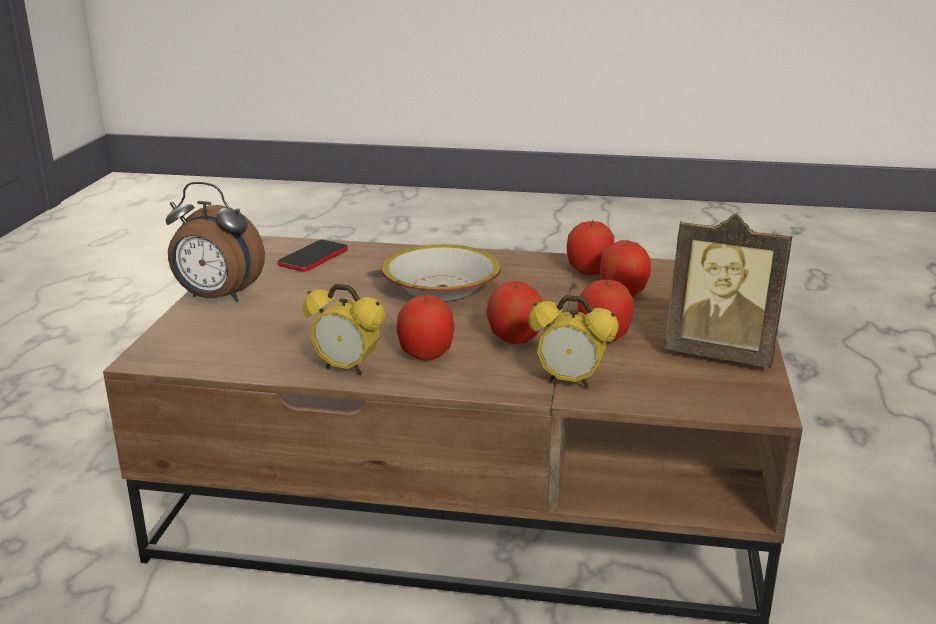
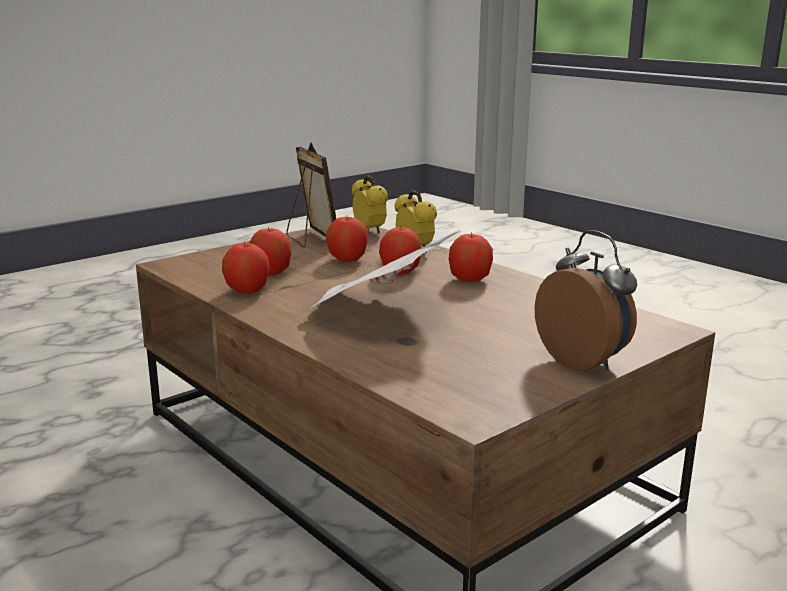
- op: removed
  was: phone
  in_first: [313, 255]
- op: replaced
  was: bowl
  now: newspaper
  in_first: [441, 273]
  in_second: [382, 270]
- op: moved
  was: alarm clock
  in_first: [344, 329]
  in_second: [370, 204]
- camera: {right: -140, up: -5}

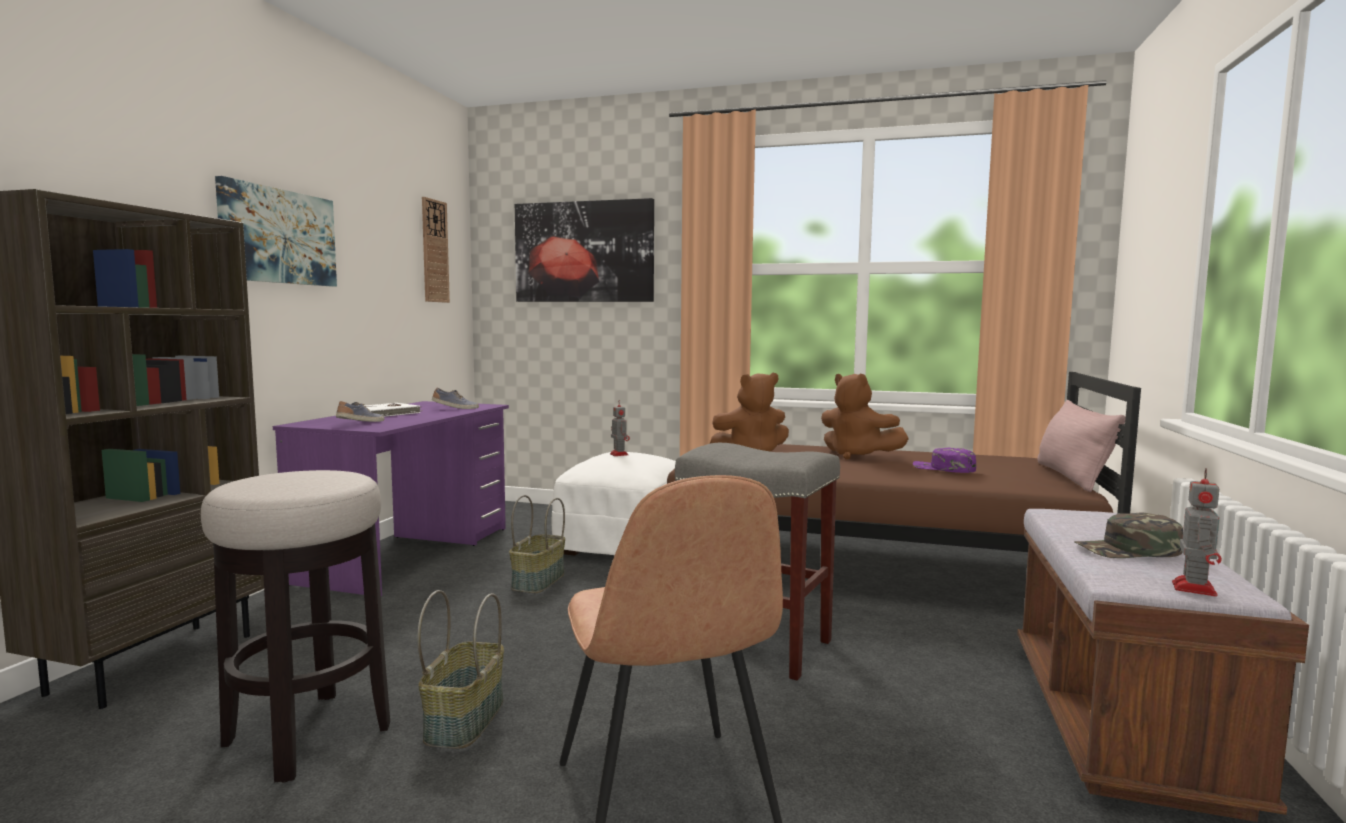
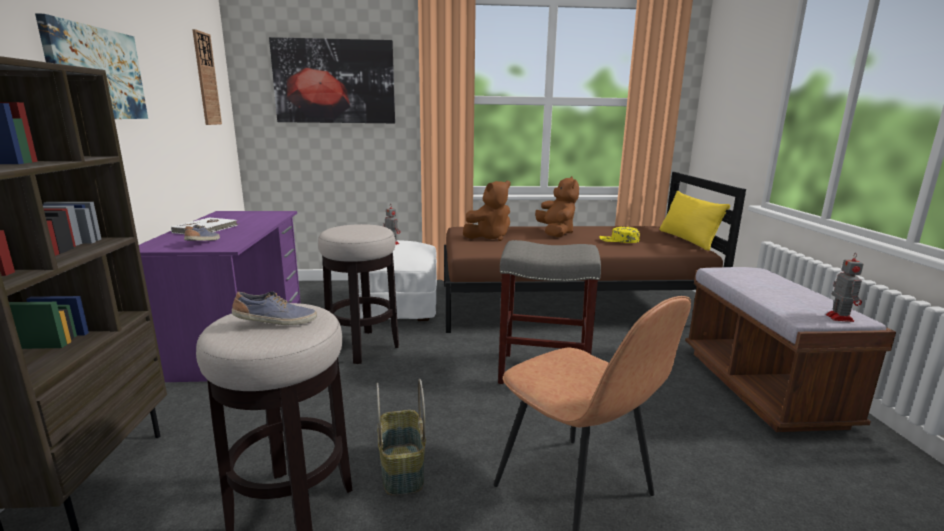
- op: turned
  was: plush toy (brown)
  in_first: [865, 416]
  in_second: [557, 206]
  clockwise: -120
- op: moved
  was: shoe
  in_first: [455, 398]
  in_second: [274, 308]
- op: recoloured
  was: pillow (pink)
  now: pillow (yellow)
  in_first: [1081, 446]
  in_second: [694, 221]
- op: recoloured
  was: cap (purple)
  now: cap (yellow)
  in_first: [944, 460]
  in_second: [619, 235]
- op: replaced
  was: basket
  now: stool
  in_first: [537, 544]
  in_second: [358, 294]
- op: removed
  was: cap (green)
  in_first: [1128, 535]
- camera: {right: -20, up: 10}

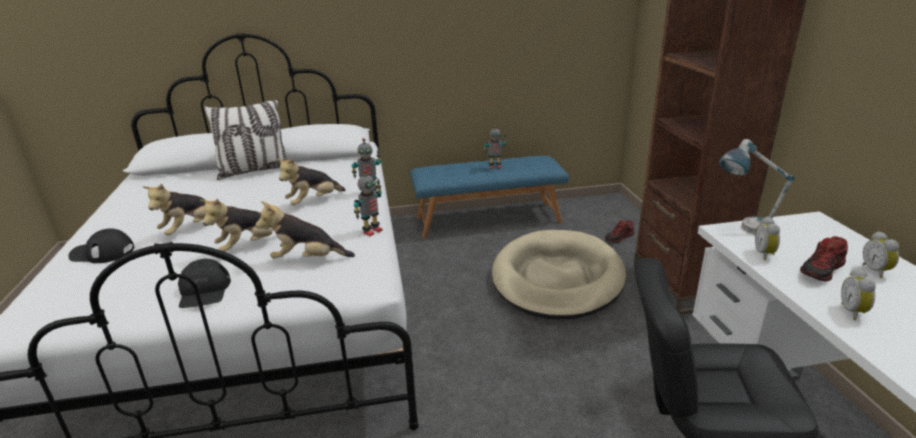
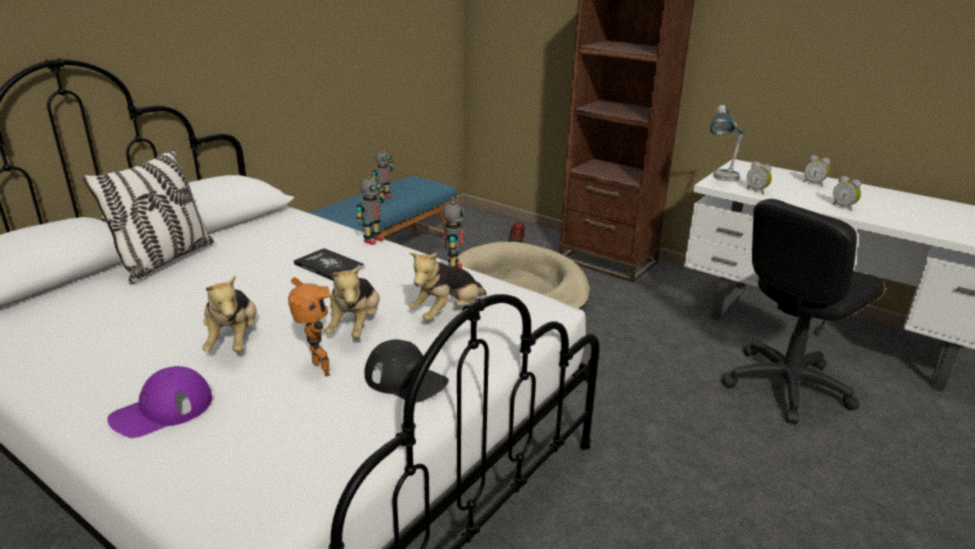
- op: replaced
  was: plush toy
  now: book
  in_first: [311, 181]
  in_second: [329, 264]
- op: recoloured
  was: cap (black)
  now: cap (purple)
  in_first: [101, 245]
  in_second: [159, 402]
- op: removed
  was: shoe
  in_first: [824, 259]
- op: added
  now: toy robot
  in_second: [309, 327]
- camera: {right: -45, up: 0}

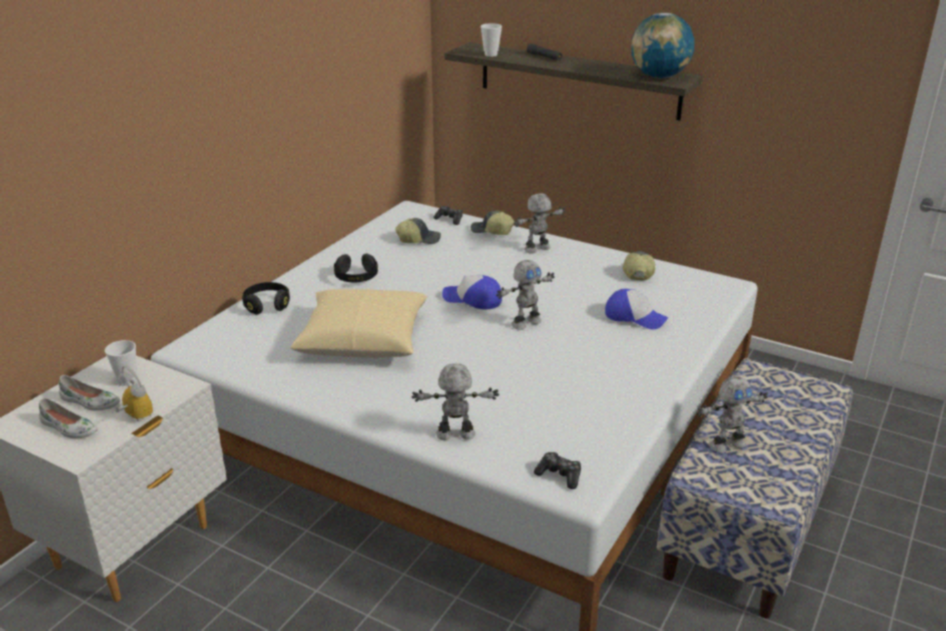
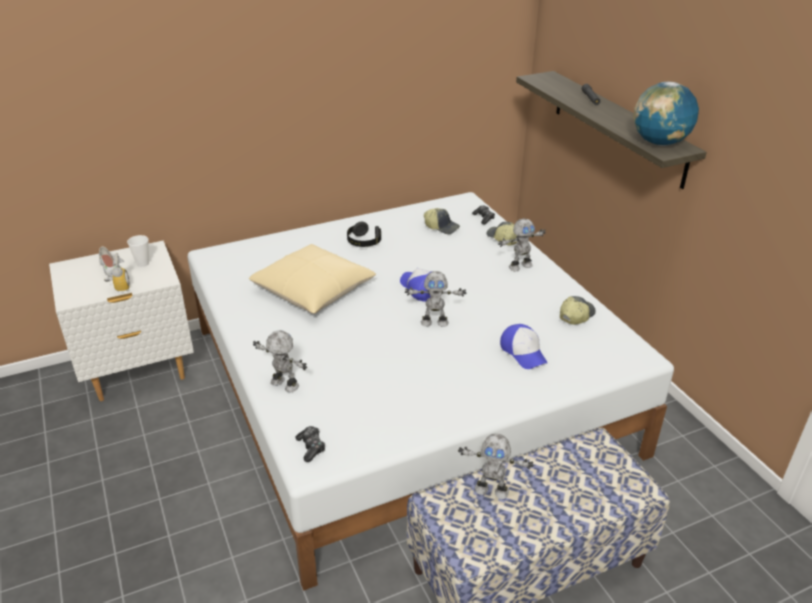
- op: removed
  was: cup
  in_first: [491, 40]
- op: turned
  was: toy robot
  in_first: [539, 223]
  in_second: [522, 245]
  clockwise: 150
- op: removed
  was: headphones (black)
  in_first: [266, 298]
- op: removed
  was: shoe (white)
  in_first: [68, 418]
- camera: {right: 35, up: 5}

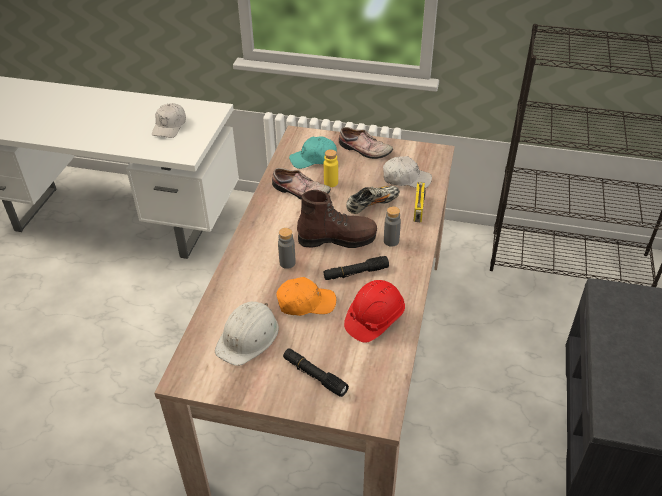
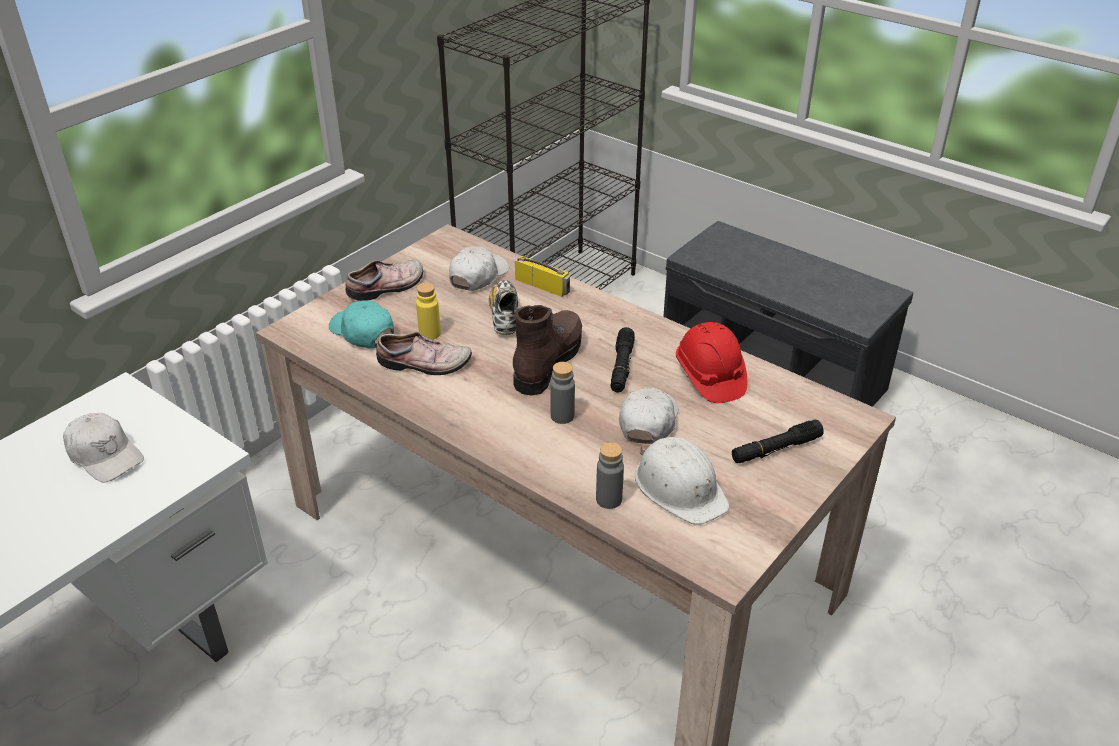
- op: turned
  was: cap (turquoise)
  in_first: [313, 153]
  in_second: [361, 324]
  clockwise: 120
- op: turned
  was: shoe
  in_first: [301, 184]
  in_second: [424, 353]
  clockwise: 45
- op: moved
  was: bottle (grey)
  in_first: [392, 226]
  in_second: [610, 475]
- op: recoloured
  was: cap (orange)
  now: cap (white)
  in_first: [306, 296]
  in_second: [649, 416]
- camera: {right: -65, up: -5}

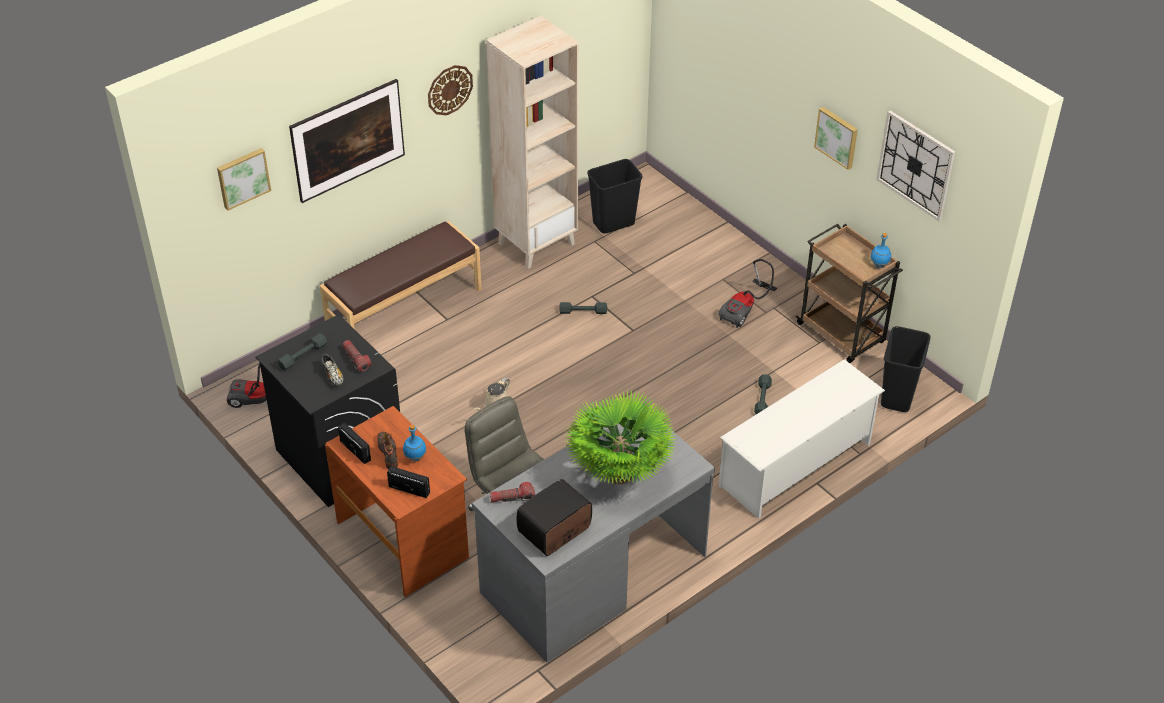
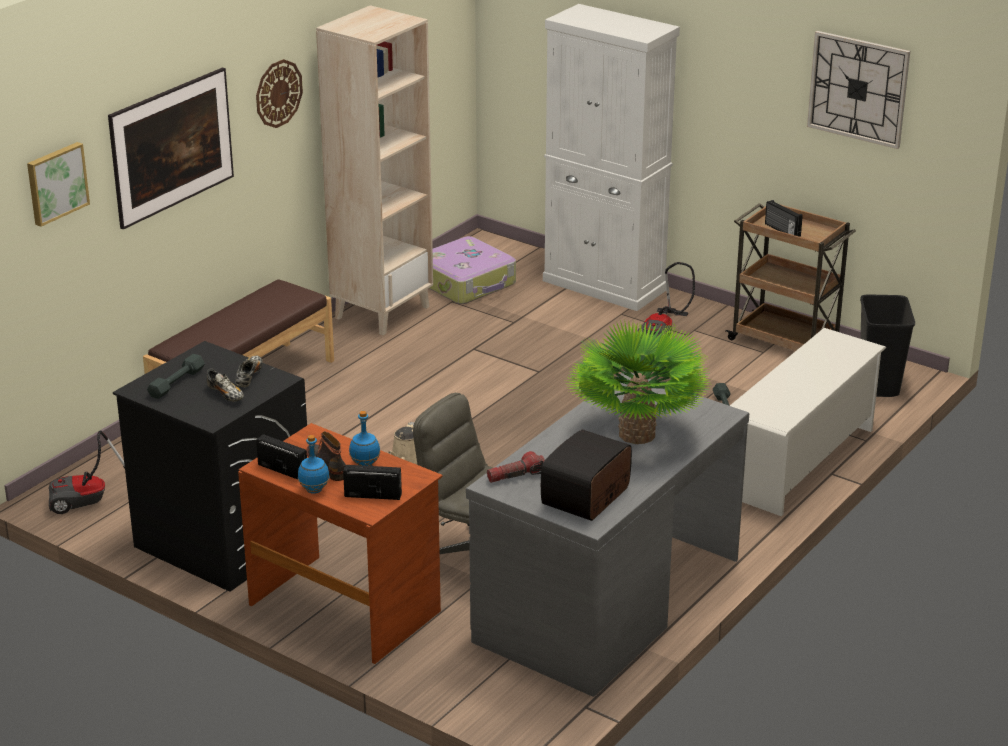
- op: removed
  was: picture
  in_first: [836, 138]
- op: replaced
  was: trash can (black)
  now: suitcase
  in_first: [614, 196]
  in_second: [472, 270]
- op: moved
  was: bottle (blue)
  in_first: [880, 250]
  in_second: [314, 464]
- op: removed
  was: dumbbell (grey)
  in_first: [583, 308]
- op: replaced
  was: flashlight
  now: shoe
  in_first: [356, 356]
  in_second: [249, 371]
- op: added
  now: cabinet (white)
  in_second: [611, 157]
- op: added
  now: radio
  in_second: [784, 218]
- camera: {right: -15, up: -15}

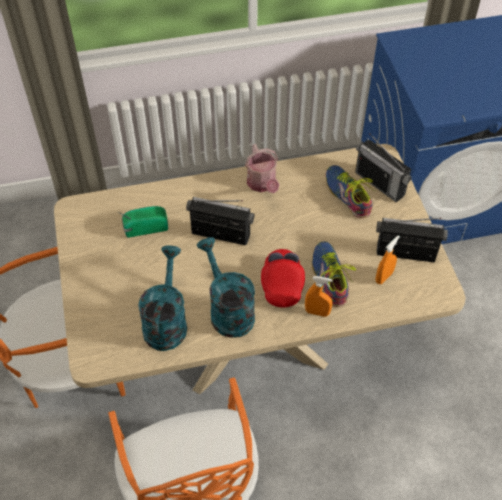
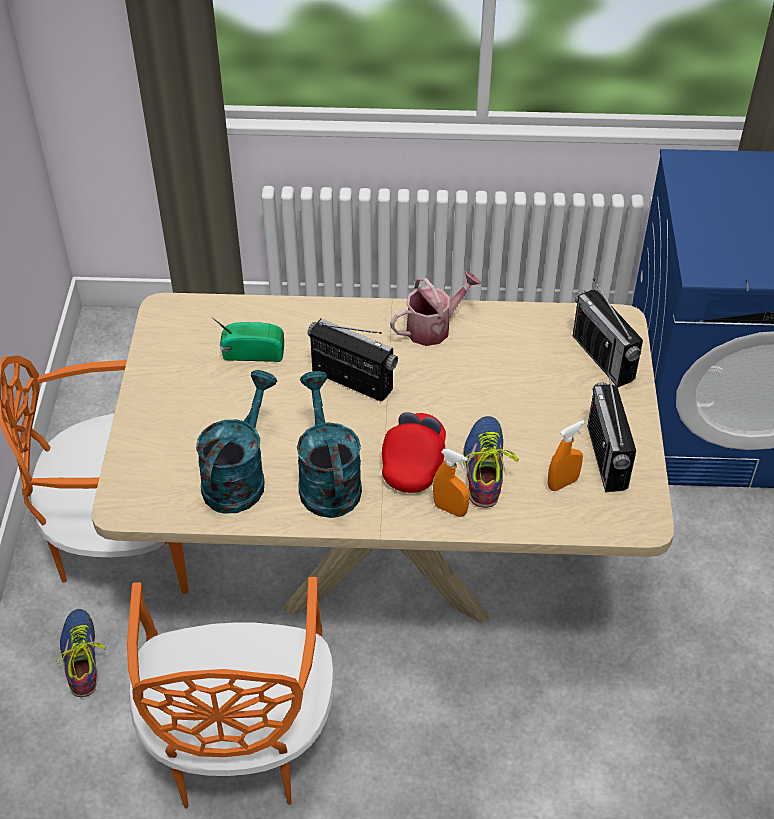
- op: turned
  was: watering can
  in_first: [262, 168]
  in_second: [436, 309]
  clockwise: -120
- op: moved
  was: shoe
  in_first: [351, 191]
  in_second: [81, 653]
- op: turned
  was: radio
  in_first: [412, 240]
  in_second: [611, 432]
  clockwise: -120
- camera: {right: 15, up: -5}

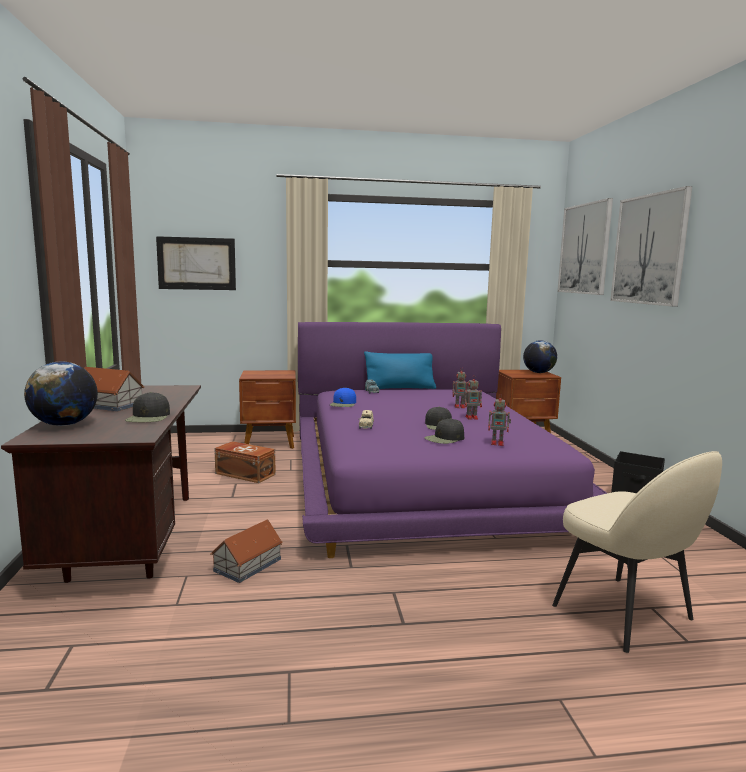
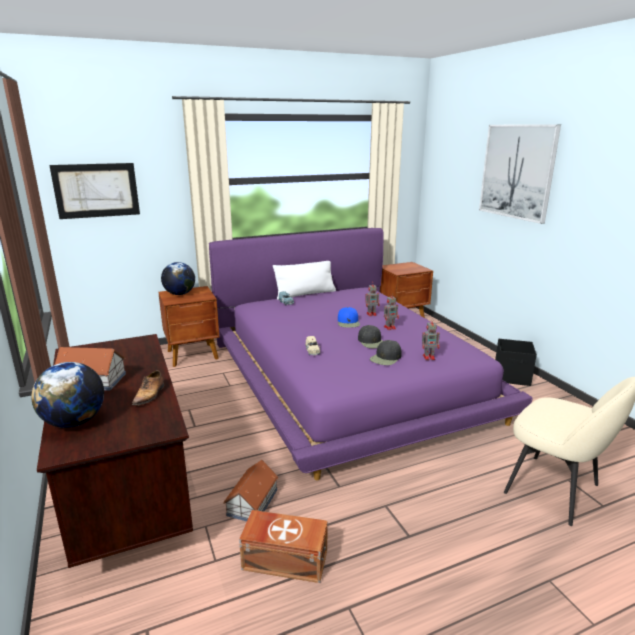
- op: removed
  was: picture
  in_first: [585, 246]
- op: moved
  was: globe
  in_first: [540, 356]
  in_second: [178, 278]
- op: recoloured
  was: pillow (blue)
  now: pillow (white)
  in_first: [400, 370]
  in_second: [304, 280]
- op: moved
  was: cap (blue)
  in_first: [343, 397]
  in_second: [349, 317]
- op: replaced
  was: cap (black)
  now: shoe
  in_first: [147, 407]
  in_second: [148, 387]
- op: moved
  was: storage box (brown)
  in_first: [244, 462]
  in_second: [283, 546]
- camera: {right: -15, up: 10}

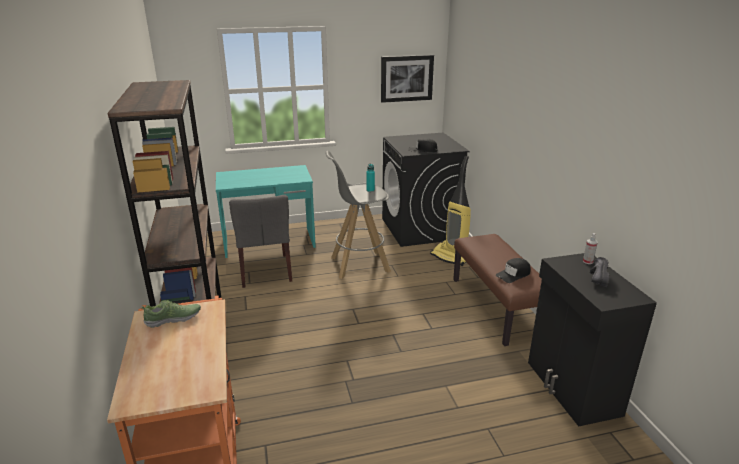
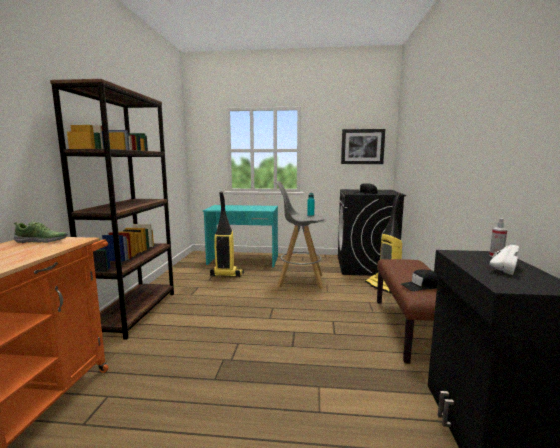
- op: replaced
  was: chair (grey)
  now: vacuum cleaner
  in_first: [260, 241]
  in_second: [227, 234]
- op: recoloured
  was: shoe (black)
  now: shoe (white)
  in_first: [600, 272]
  in_second: [504, 260]
- camera: {right: 20, up: -15}

